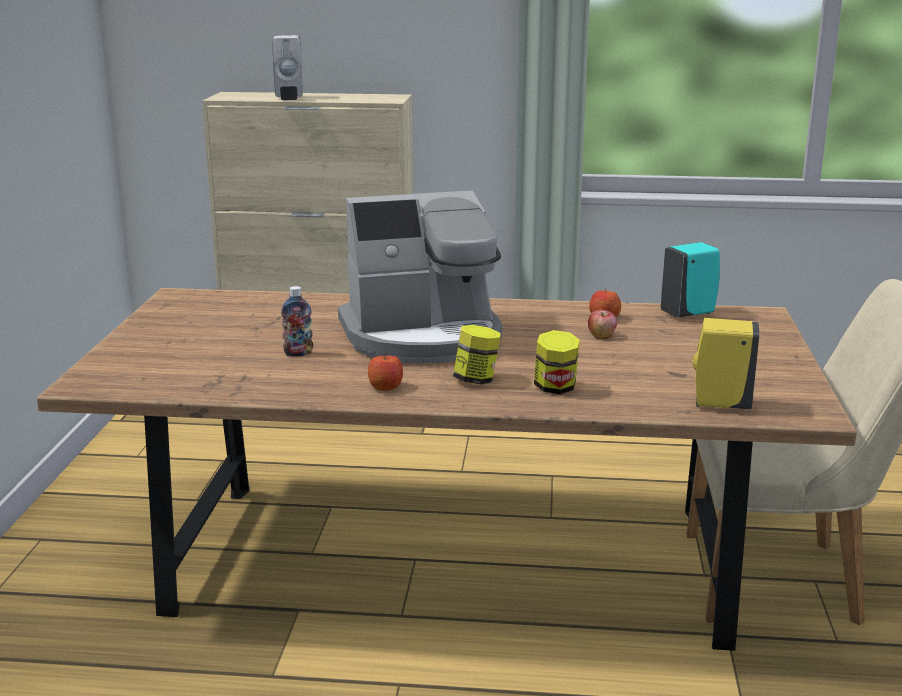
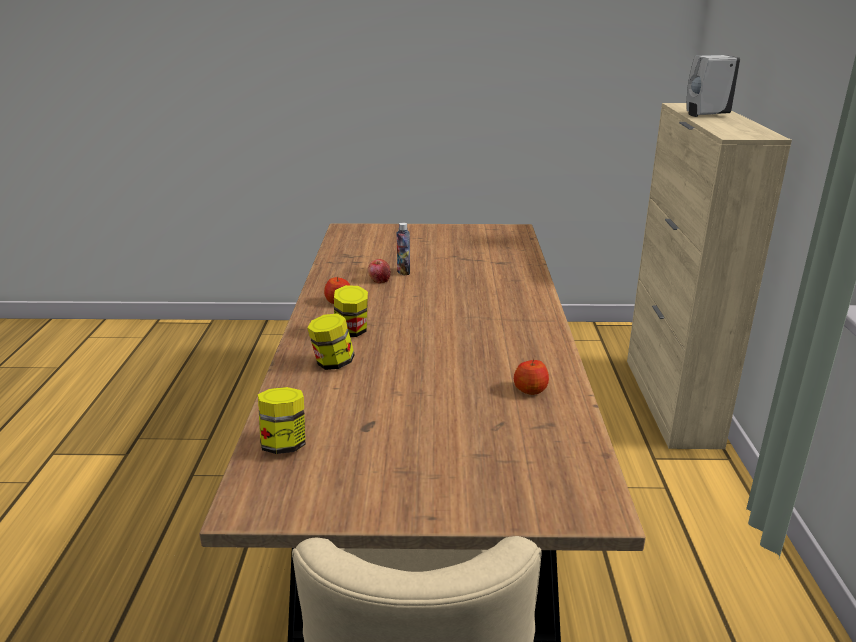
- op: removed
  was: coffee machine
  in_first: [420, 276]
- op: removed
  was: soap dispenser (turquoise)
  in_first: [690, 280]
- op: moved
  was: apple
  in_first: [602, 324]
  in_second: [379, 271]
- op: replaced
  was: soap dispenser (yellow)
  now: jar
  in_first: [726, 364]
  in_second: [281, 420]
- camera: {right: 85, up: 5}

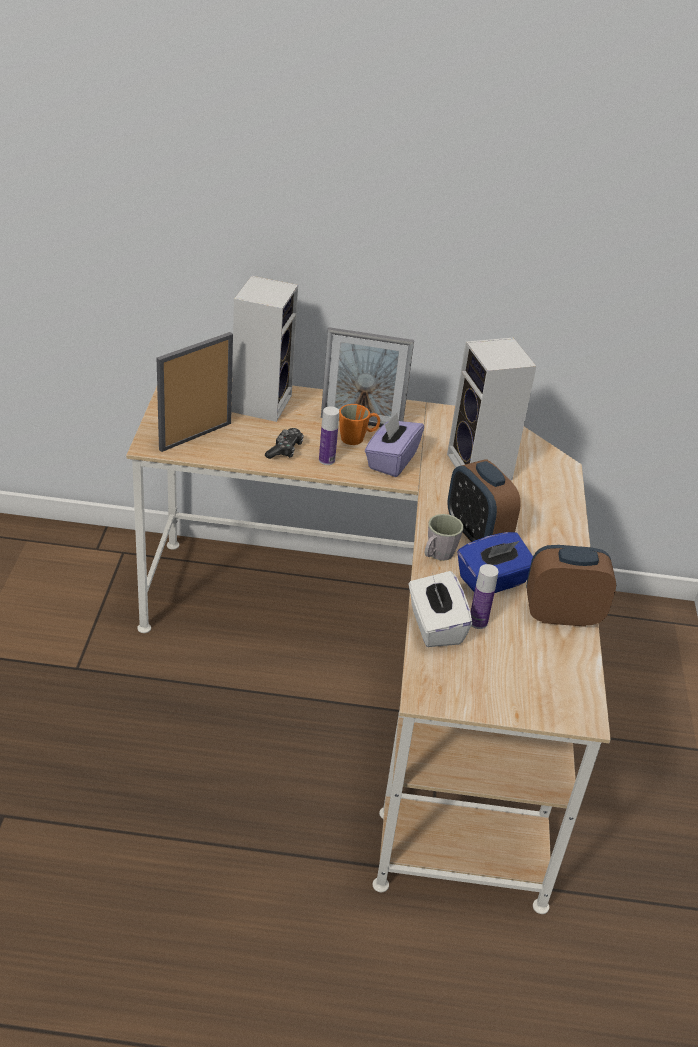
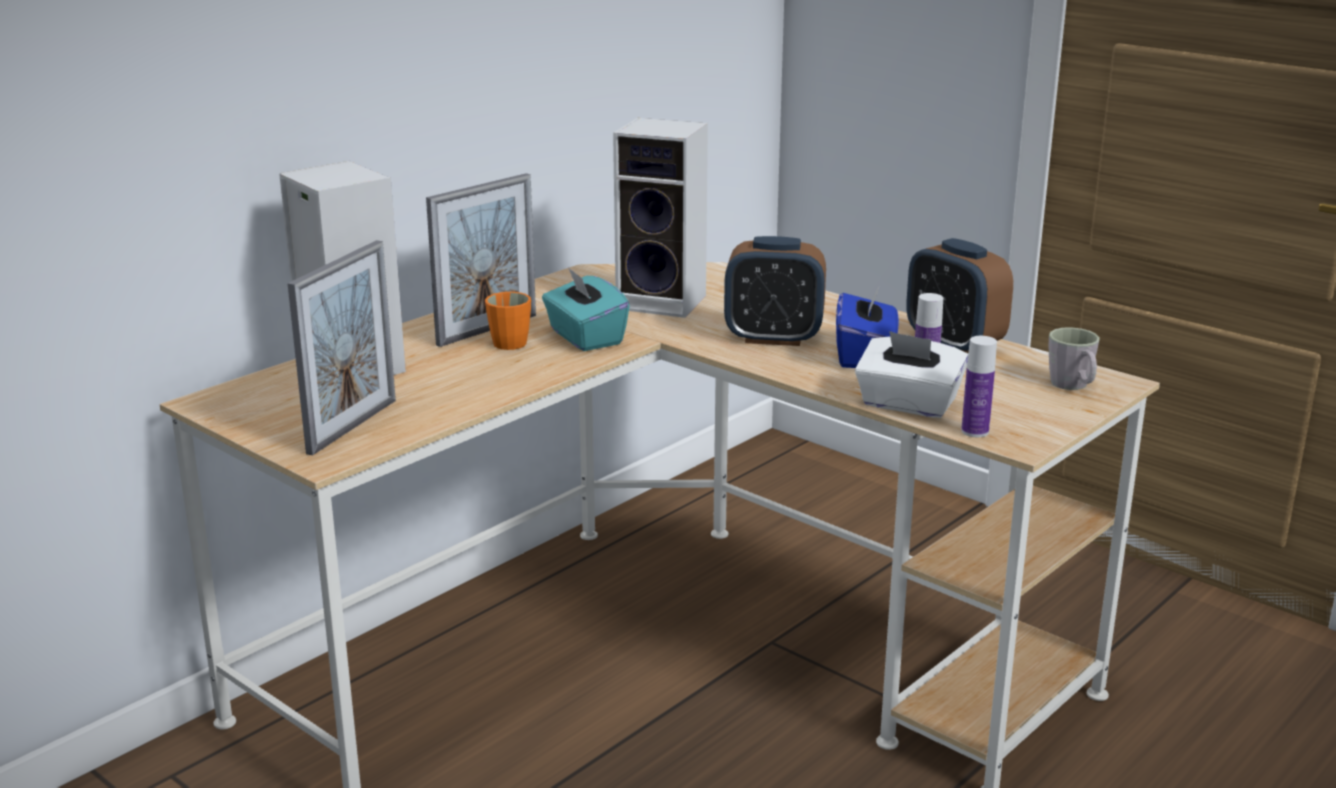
- op: turned
  was: picture frame
  in_first: [195, 392]
  in_second: [341, 348]
  clockwise: -150
- op: moved
  was: bottle
  in_first: [329, 435]
  in_second: [979, 386]
- op: recoloured
  was: tissue box (purple)
  now: tissue box (turquoise)
  in_first: [394, 445]
  in_second: [586, 309]
- op: removed
  was: game controller
  in_first: [284, 443]
- op: moved
  was: mug (grey)
  in_first: [444, 537]
  in_second: [1074, 358]
- op: turned
  was: alarm clock
  in_first: [571, 586]
  in_second: [959, 295]
  clockwise: -75
- camera: {right: -50, up: -15}

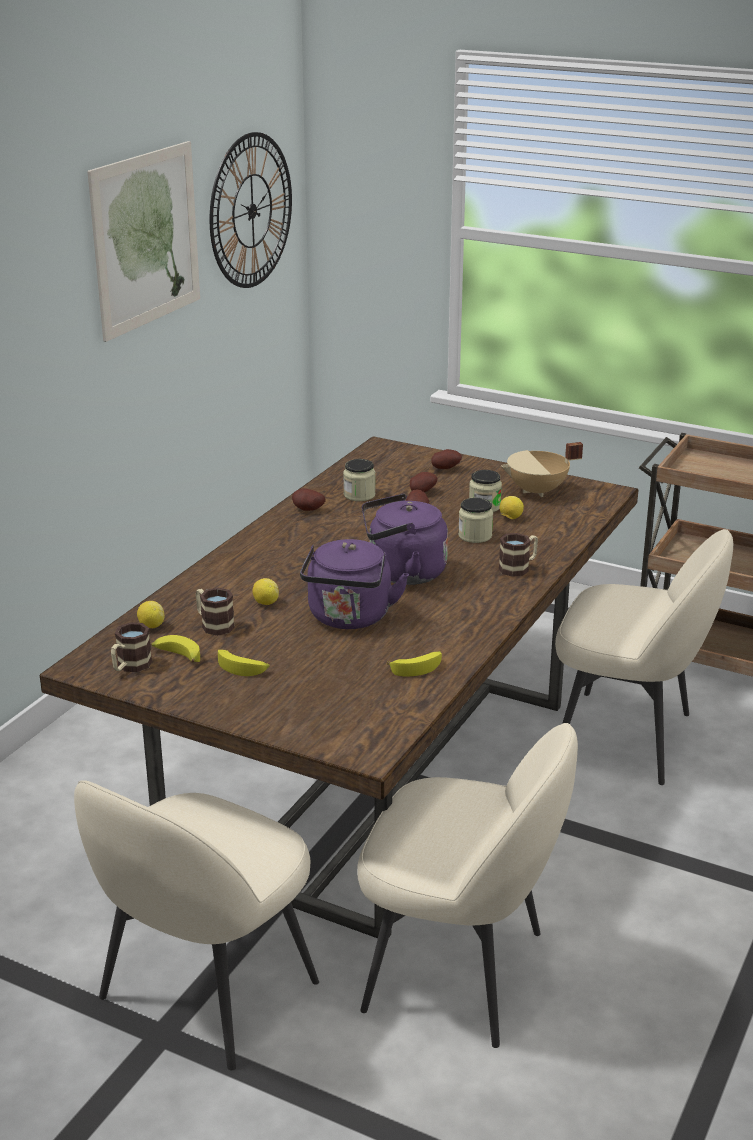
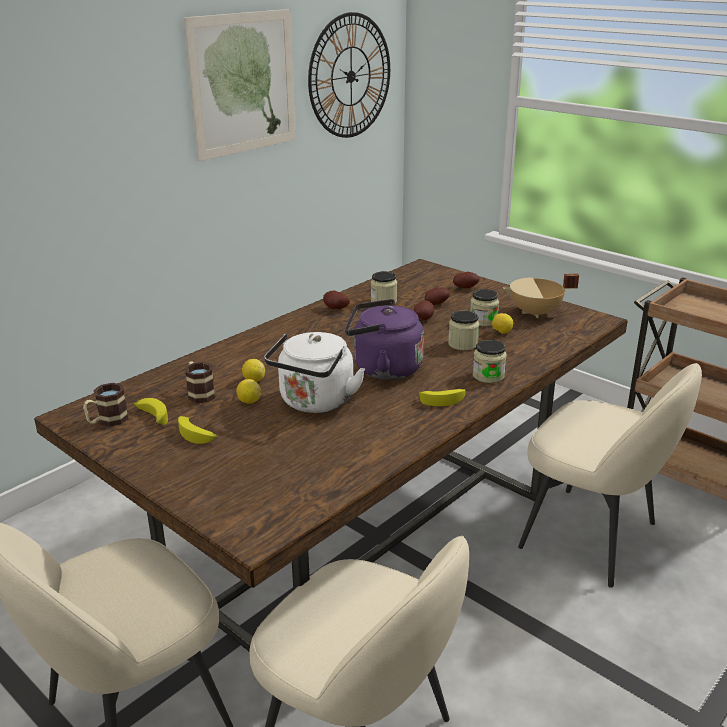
- op: replaced
  was: mug
  now: jar
  in_first: [518, 555]
  in_second: [490, 361]
- op: recoloured
  was: kettle (purple)
  now: kettle (white)
  in_first: [354, 584]
  in_second: [314, 372]
- op: moved
  was: lemon
  in_first: [150, 614]
  in_second: [248, 391]
- op: moved
  was: banana
  in_first: [414, 663]
  in_second: [441, 397]
- camera: {right: 15, up: 0}

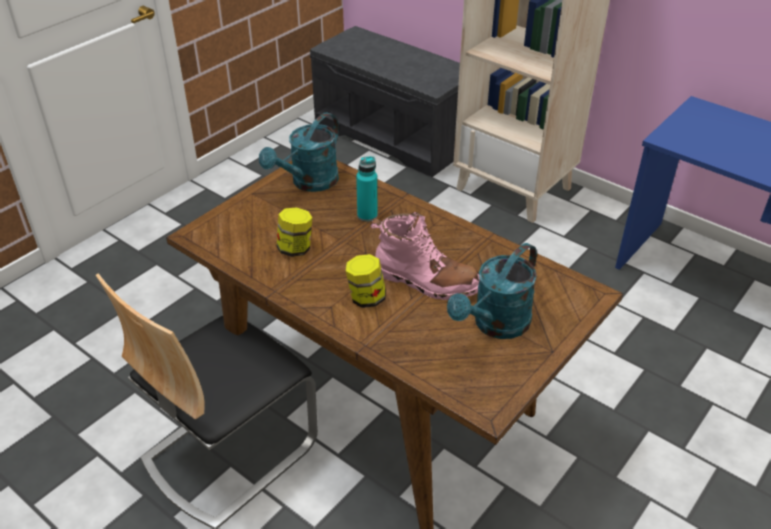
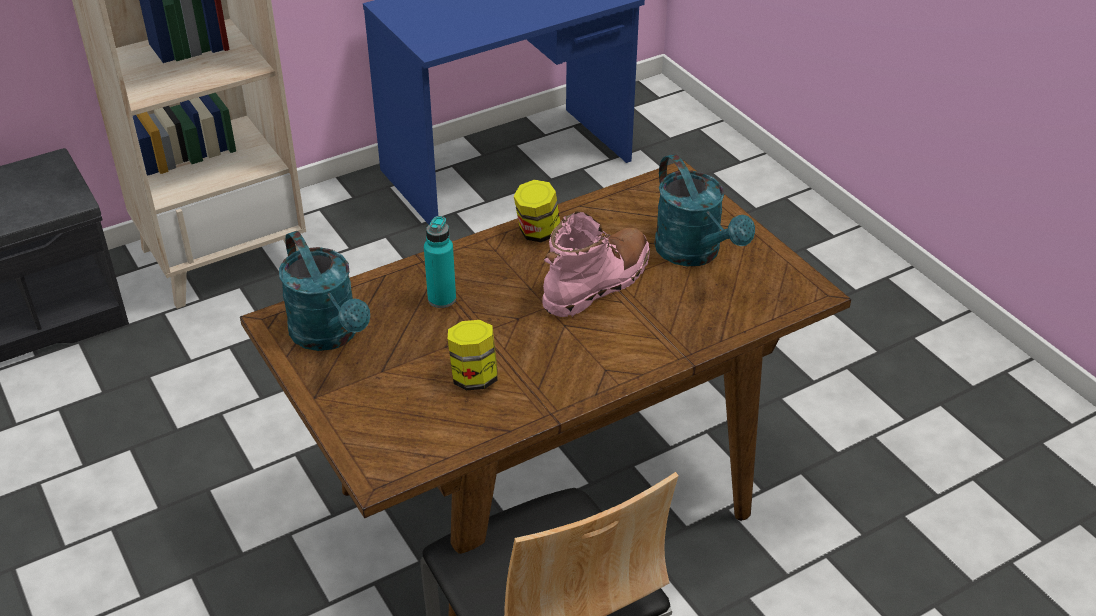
- op: moved
  was: jar
  in_first: [366, 281]
  in_second: [537, 211]
- camera: {right: -70, up: 0}

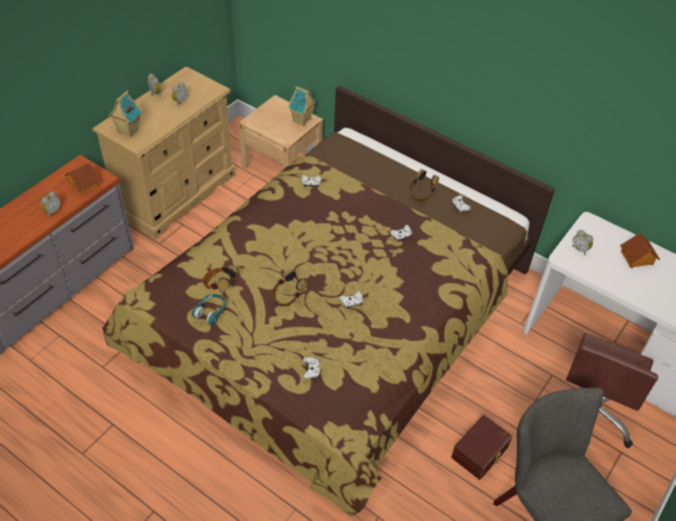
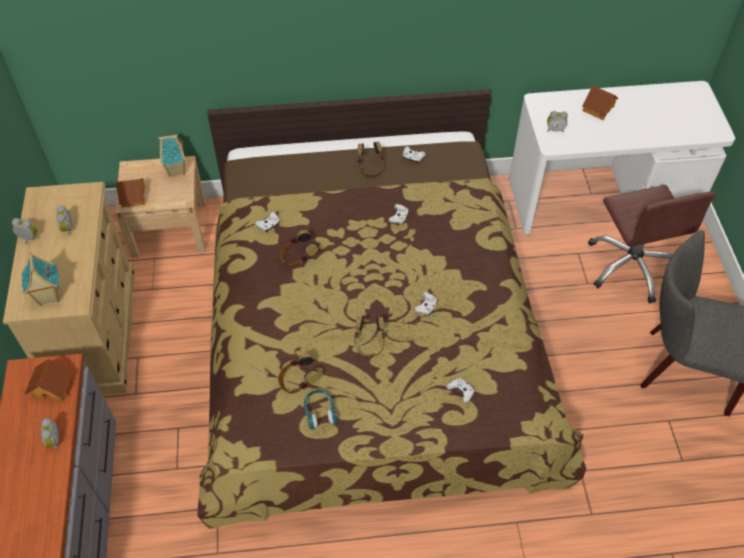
- op: removed
  was: storage box (brown)
  in_first: [481, 447]
- op: added
  now: toy house
  in_second: [130, 193]
- op: added
  now: headphones
  in_second: [299, 248]
- camera: {right: -40, up: 5}

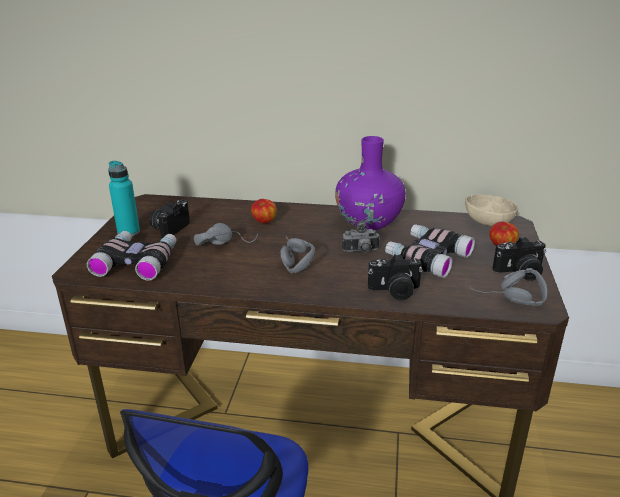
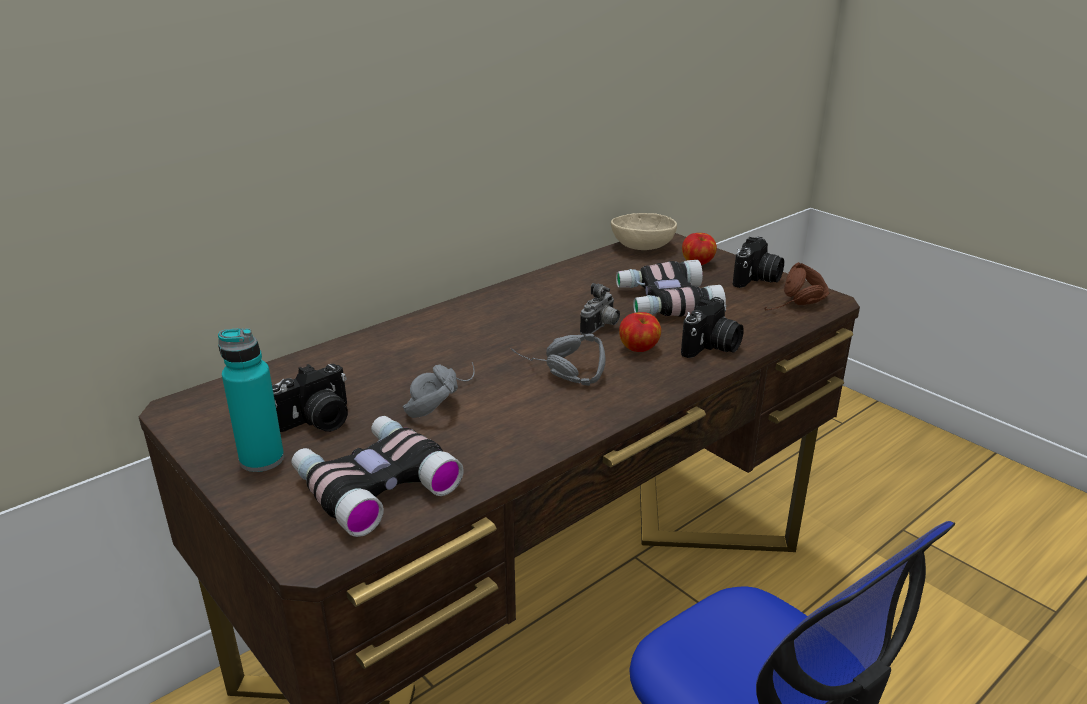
- op: removed
  was: vase (purple)
  in_first: [370, 183]
- op: turned
  was: photo camera
  in_first: [169, 219]
  in_second: [310, 398]
  clockwise: -105
- op: moved
  was: apple
  in_first: [264, 211]
  in_second: [640, 332]
- op: recoloured
  was: headphones (grey)
  now: headphones (brown)
  in_first: [508, 287]
  in_second: [797, 286]
- camera: {right: -50, up: 0}

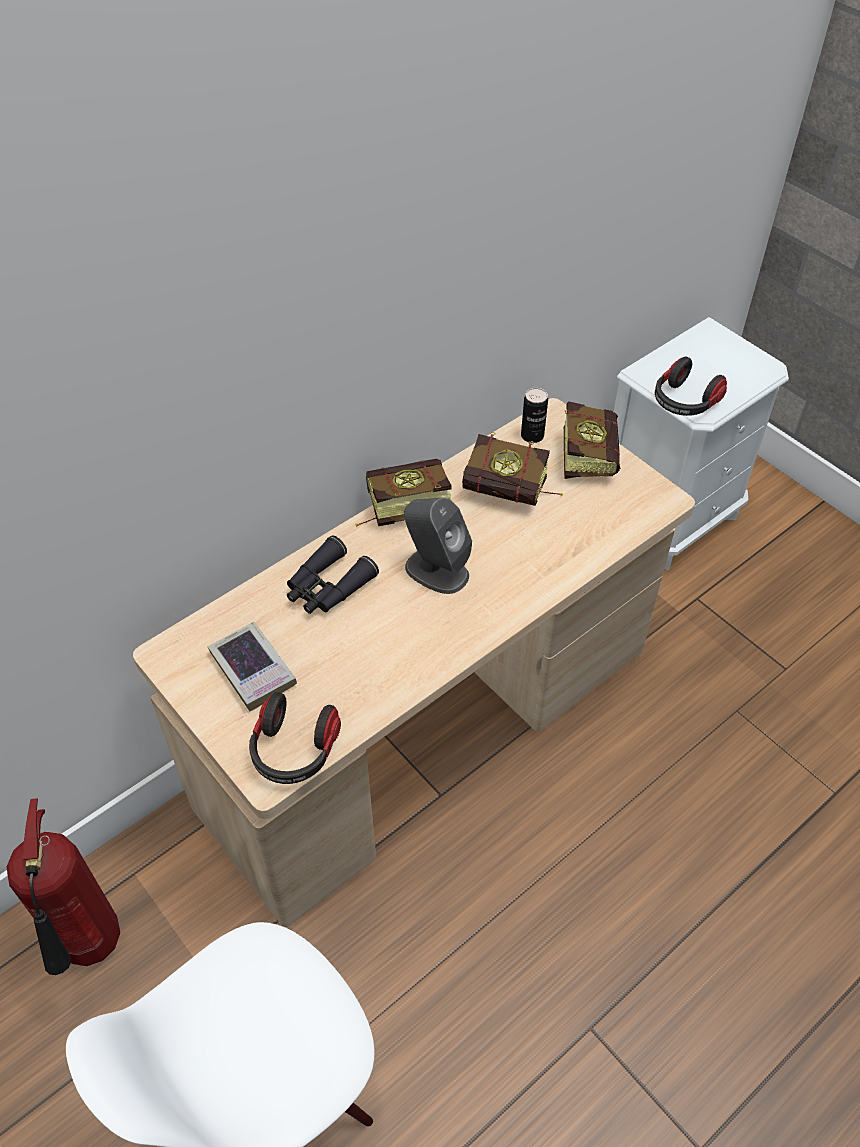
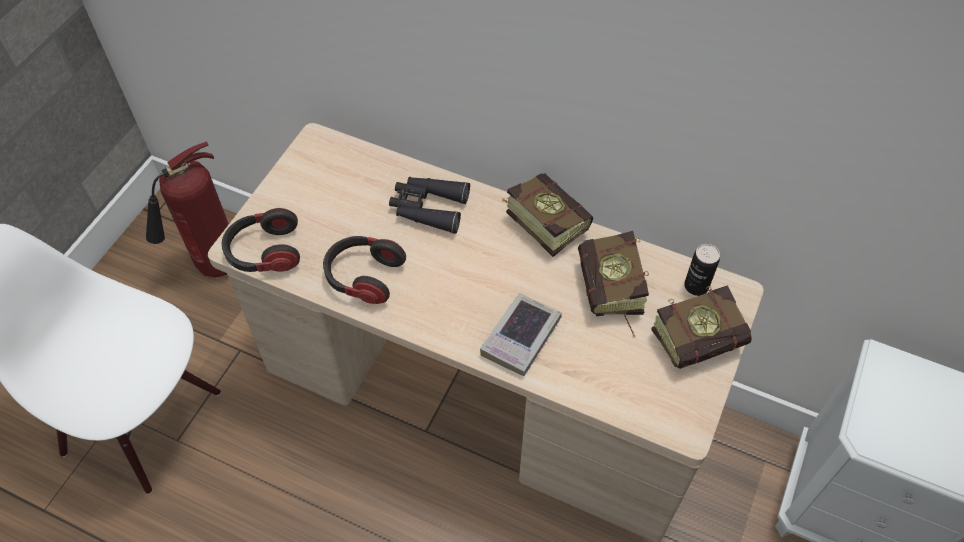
- op: moved
  was: headphones
  in_first: [691, 386]
  in_second: [364, 270]
- op: removed
  was: speaker (grey)
  in_first: [438, 546]
- op: moved
  was: book
  in_first: [252, 666]
  in_second: [521, 334]
- camera: {right: 65, up: 5}

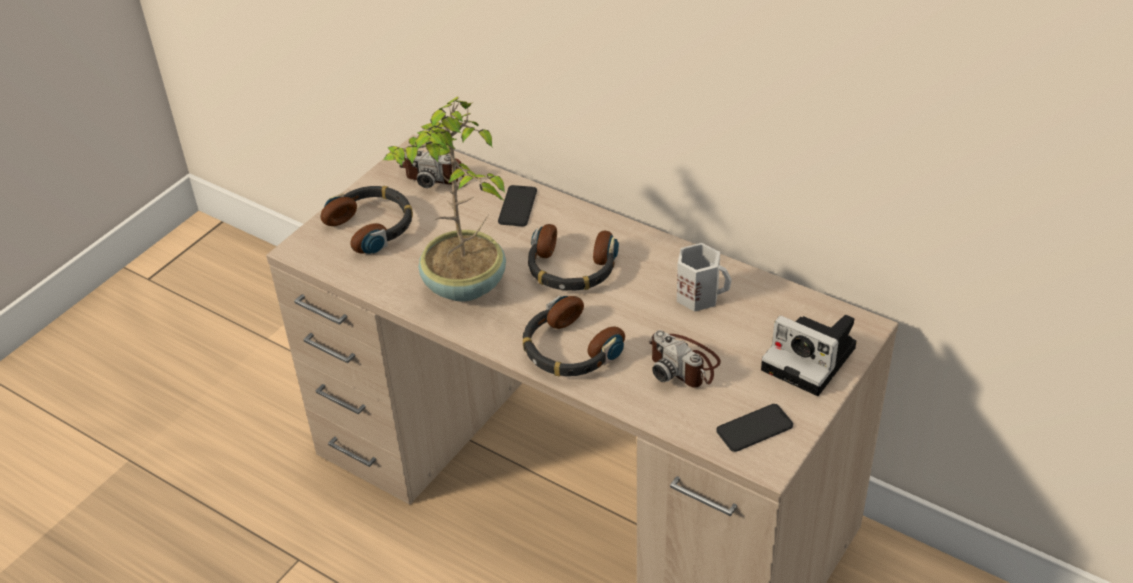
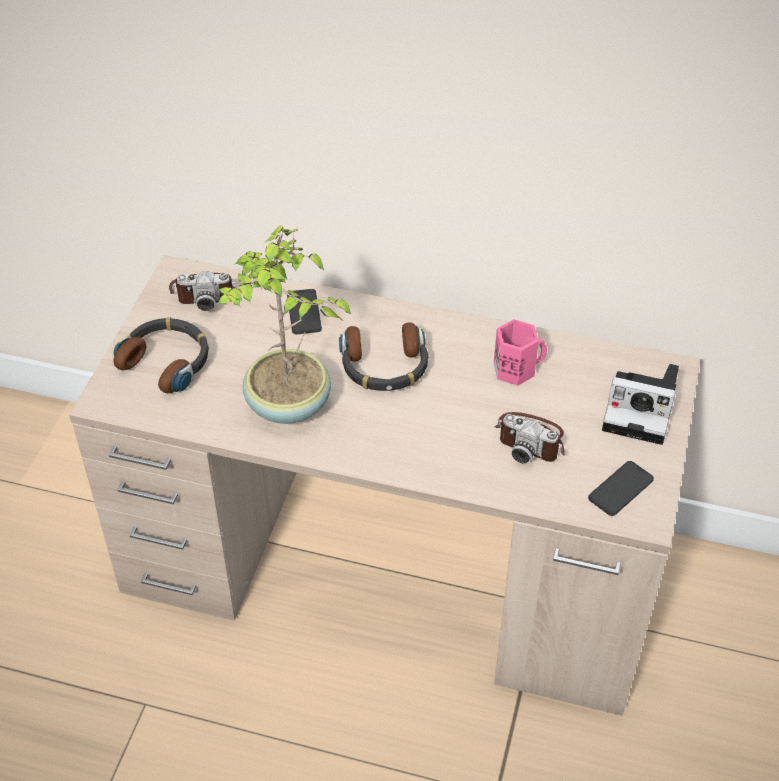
- op: recoloured
  was: mug (white)
  now: mug (pink)
  in_first: [704, 277]
  in_second: [520, 352]
- op: removed
  was: headphones
  in_first: [574, 336]
- camera: {right: -20, up: 5}

